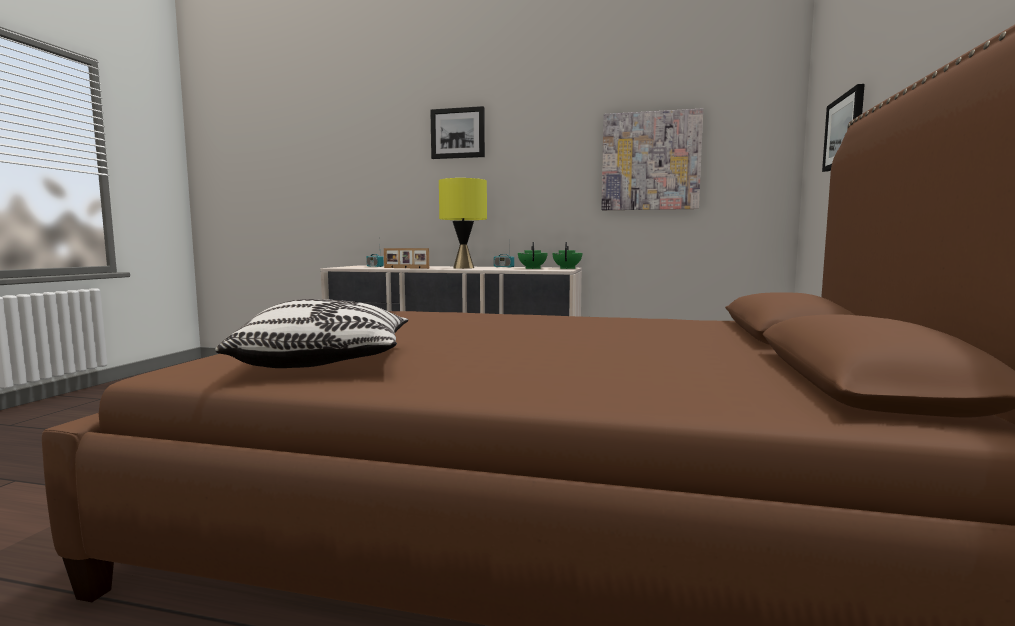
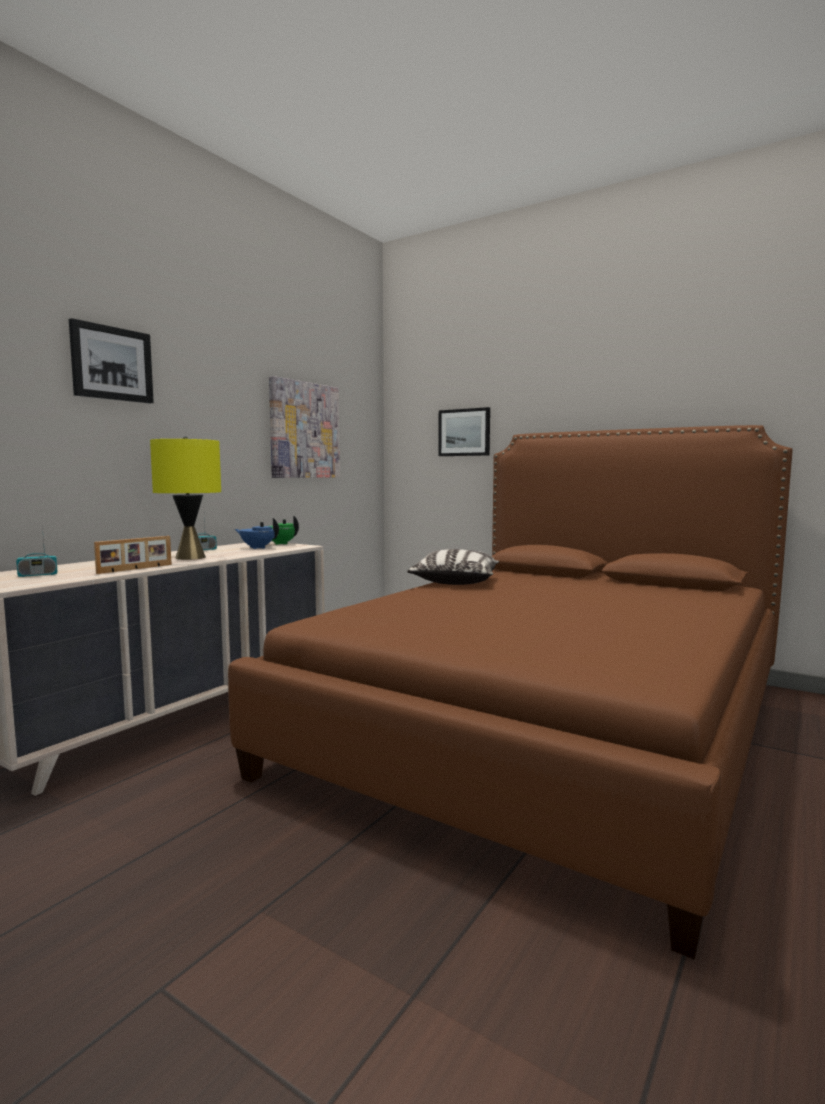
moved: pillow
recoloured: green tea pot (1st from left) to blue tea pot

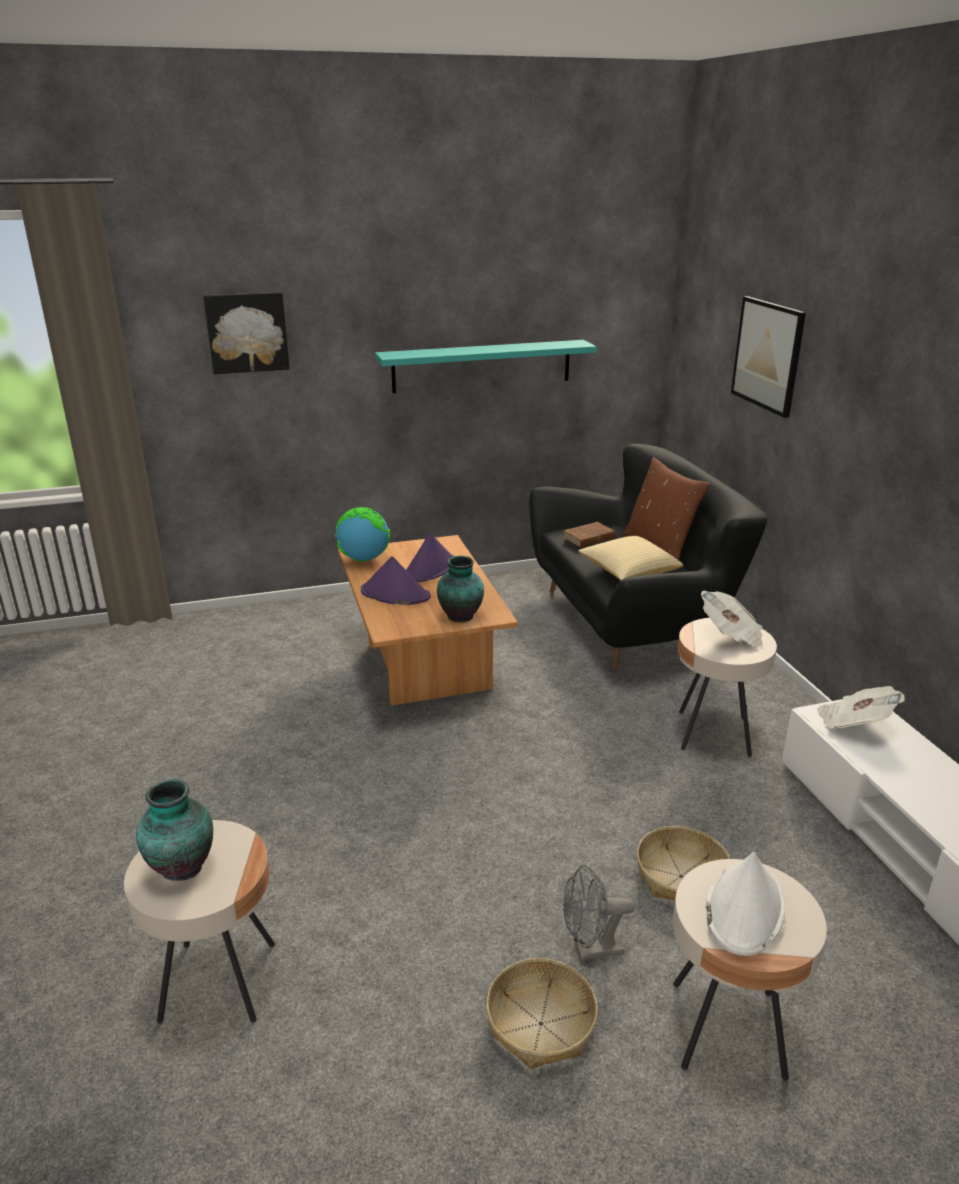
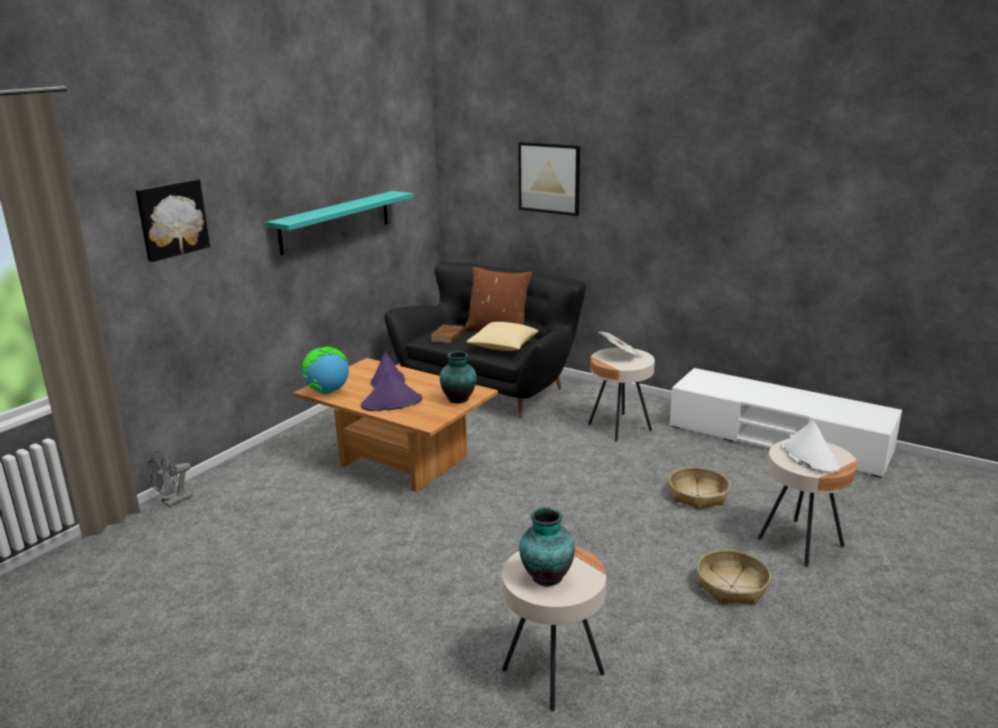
removed: printed paper (2nd from left)
moved: greyish electric fan

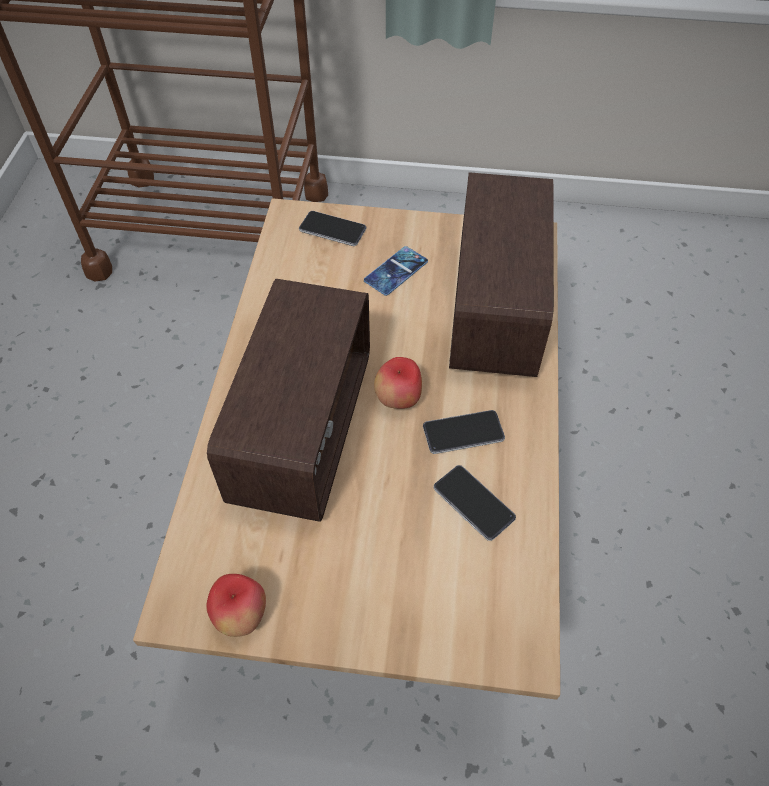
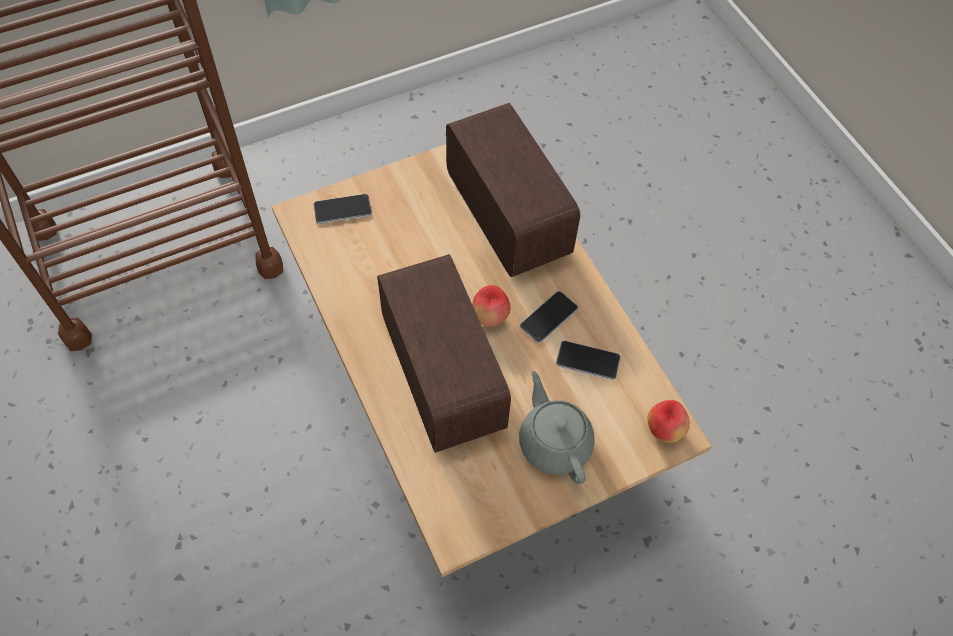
removed: handset (2nd from left)
added: greyish tea pot
moved: apple (1st from left in the first image) to apple (2nd from left)

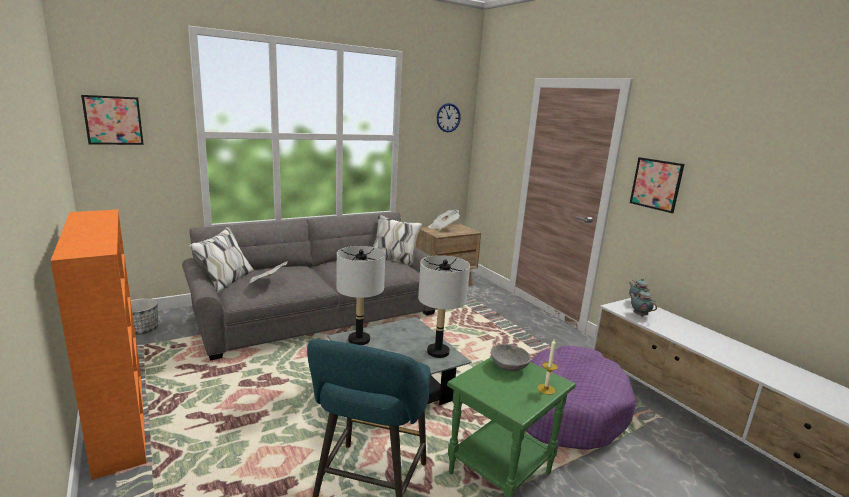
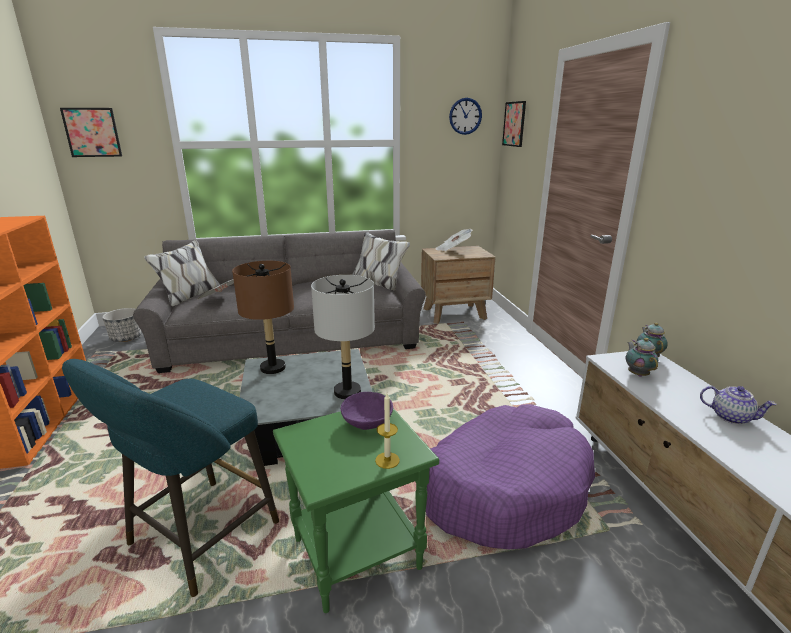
added: tea pot (3rd from left)
moved: wall picture (2nd from left)
recoloured: greyish table lamp (1st from left) to brownish table lamp; greyish deep dish to purple deep dish

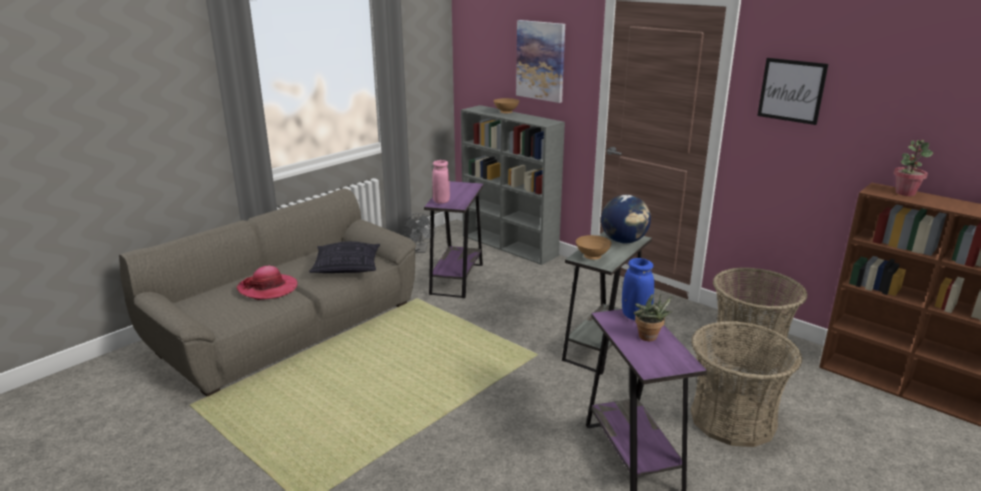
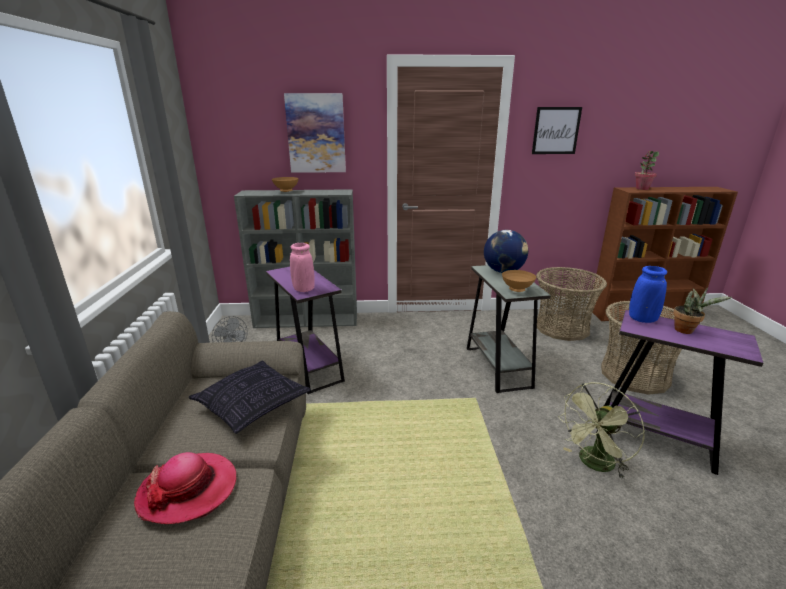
added: green electric fan

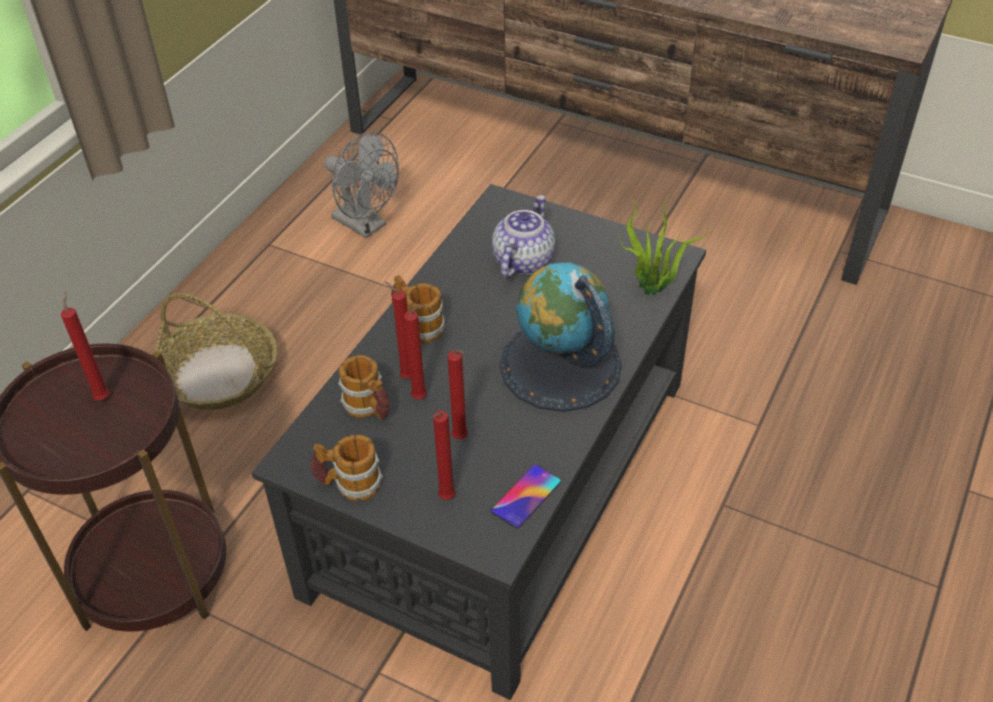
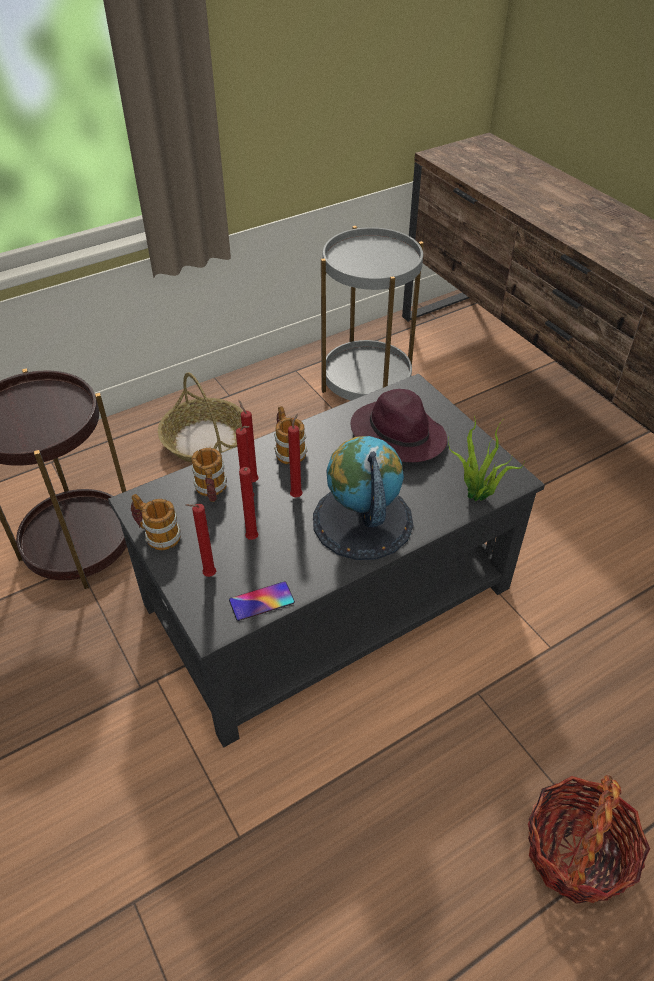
added: storage basket (2nd from left)
moved: red-coloured wax candle (1st from left in the first image) to red-coloured wax candle (5th from left)
replaced: greyish electric fan to greyish side table; tea pot to purple clothing hat

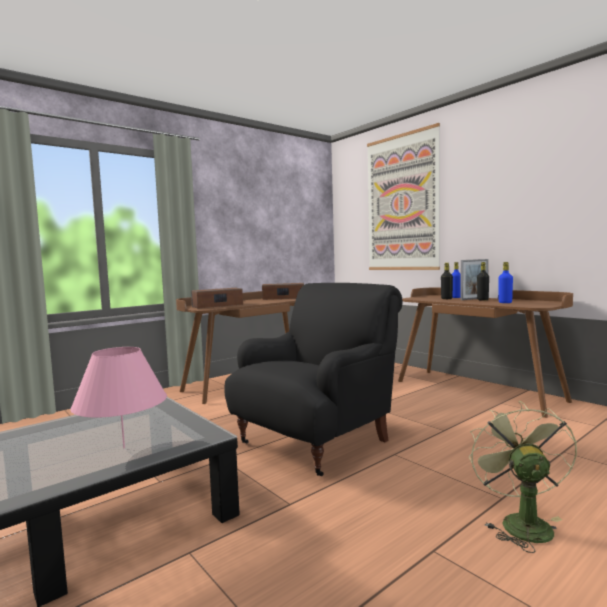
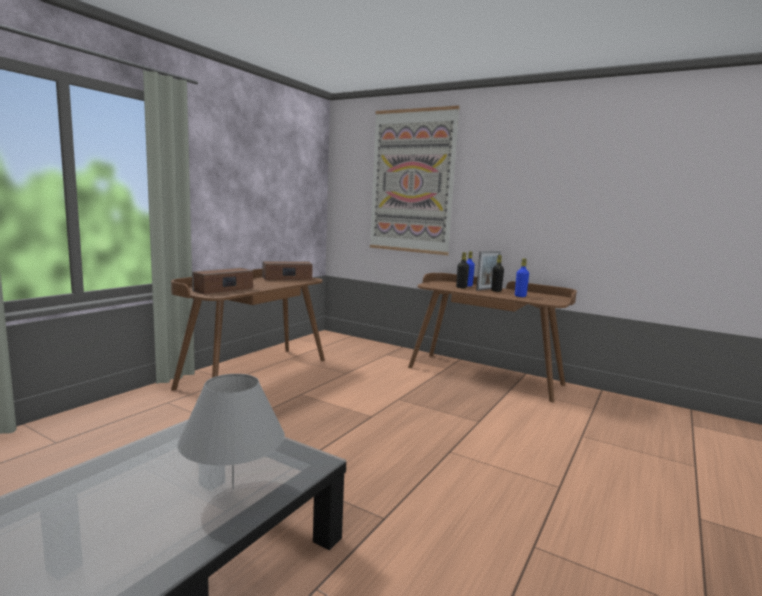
removed: black lounge chair; green electric fan
recoloured: pinkish table lamp to greyish table lamp

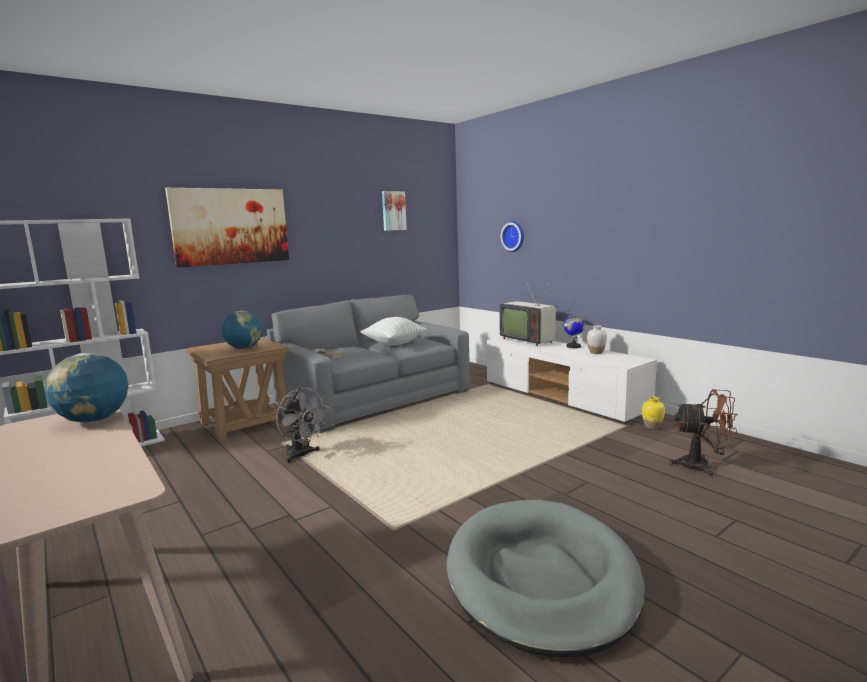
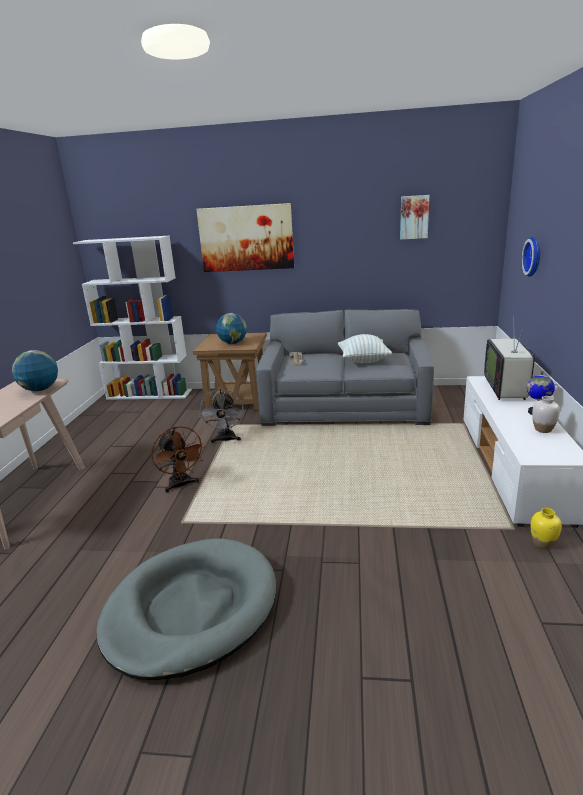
moved: brownish electric fan

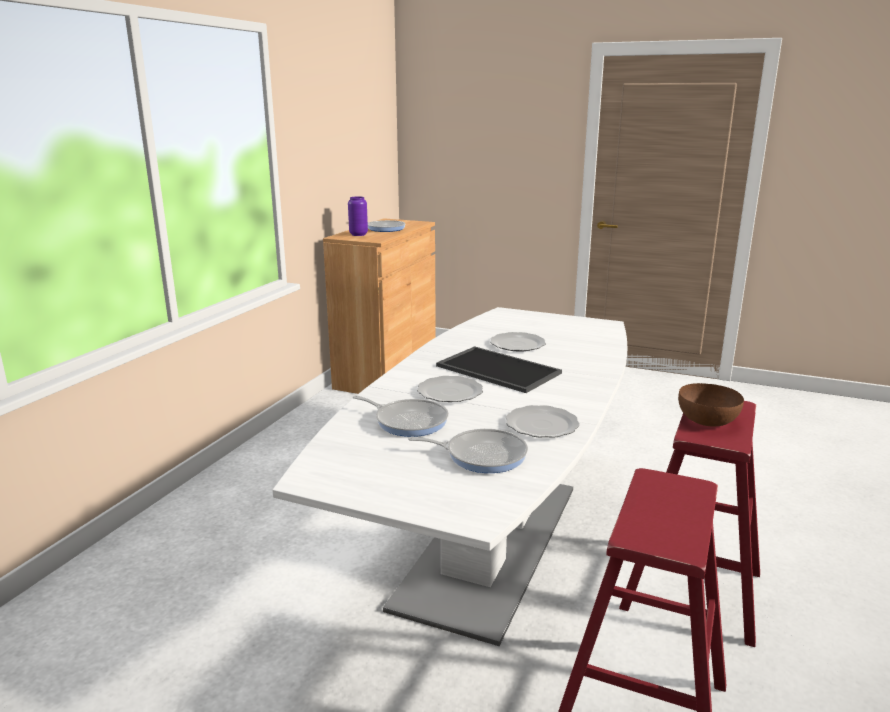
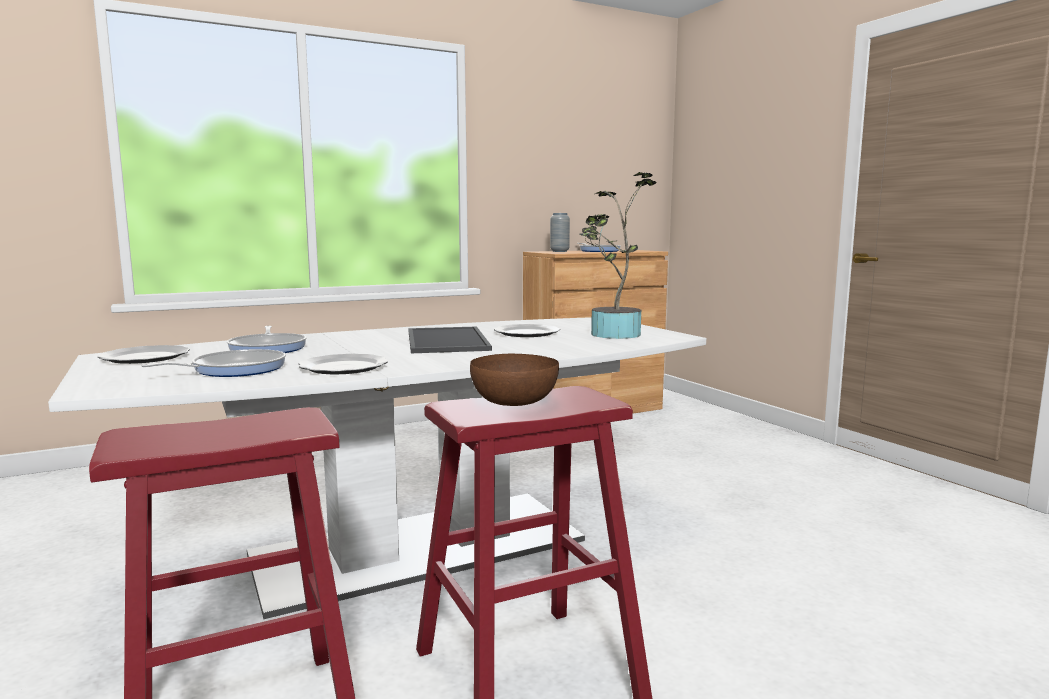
added: houseplant
moved: plate (1st from left)
recoloured: purple decorative vase to greyish decorative vase
turned: skillet (3rd from left in the first image) 90 degrees counterclockwise

